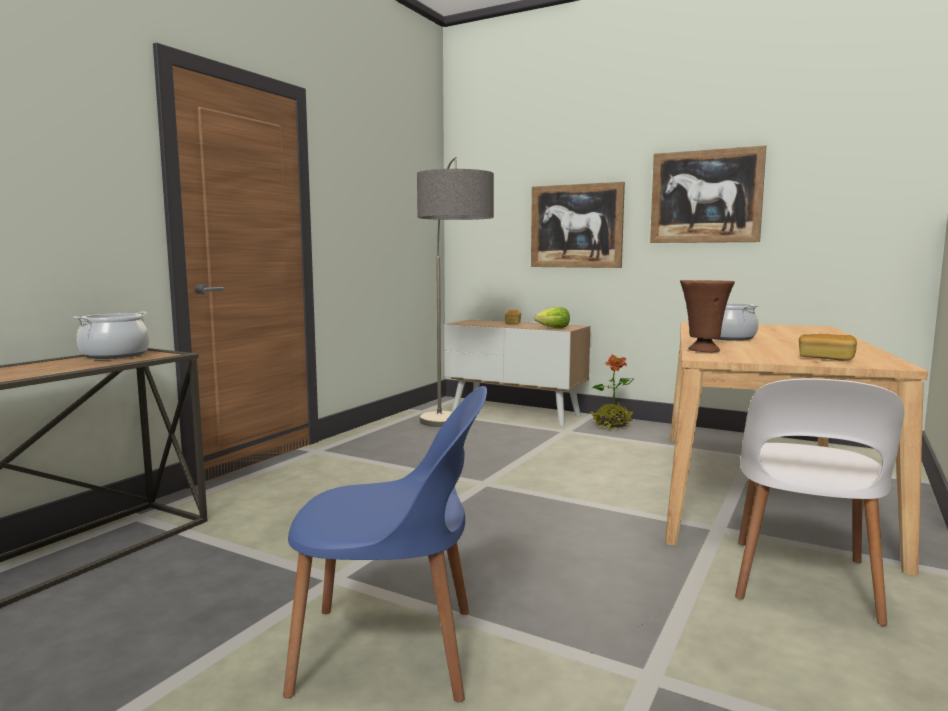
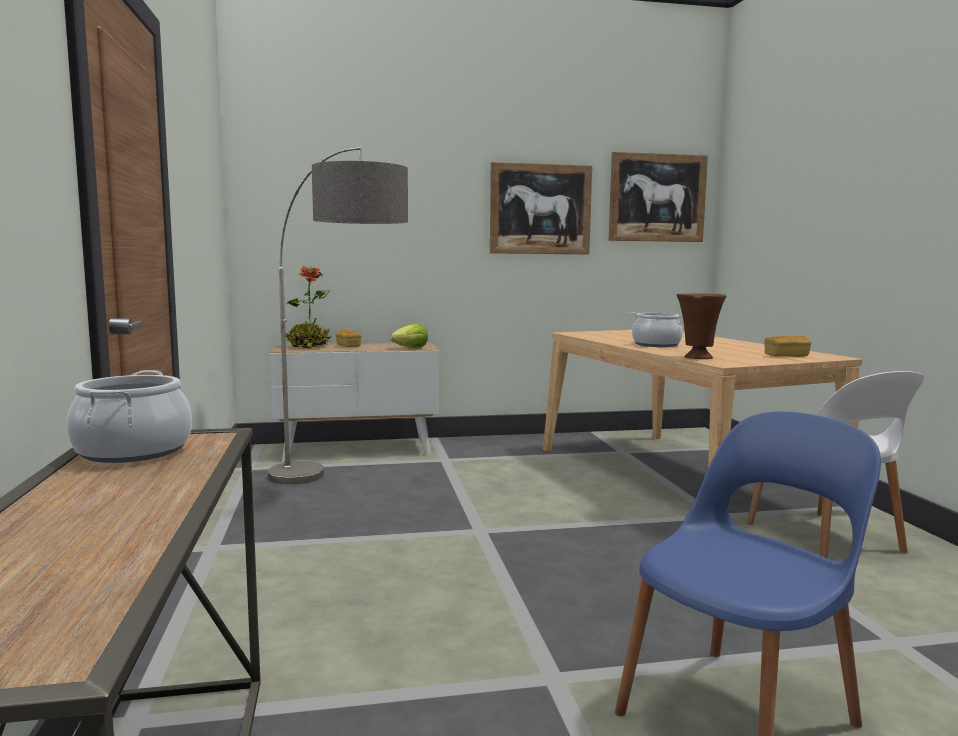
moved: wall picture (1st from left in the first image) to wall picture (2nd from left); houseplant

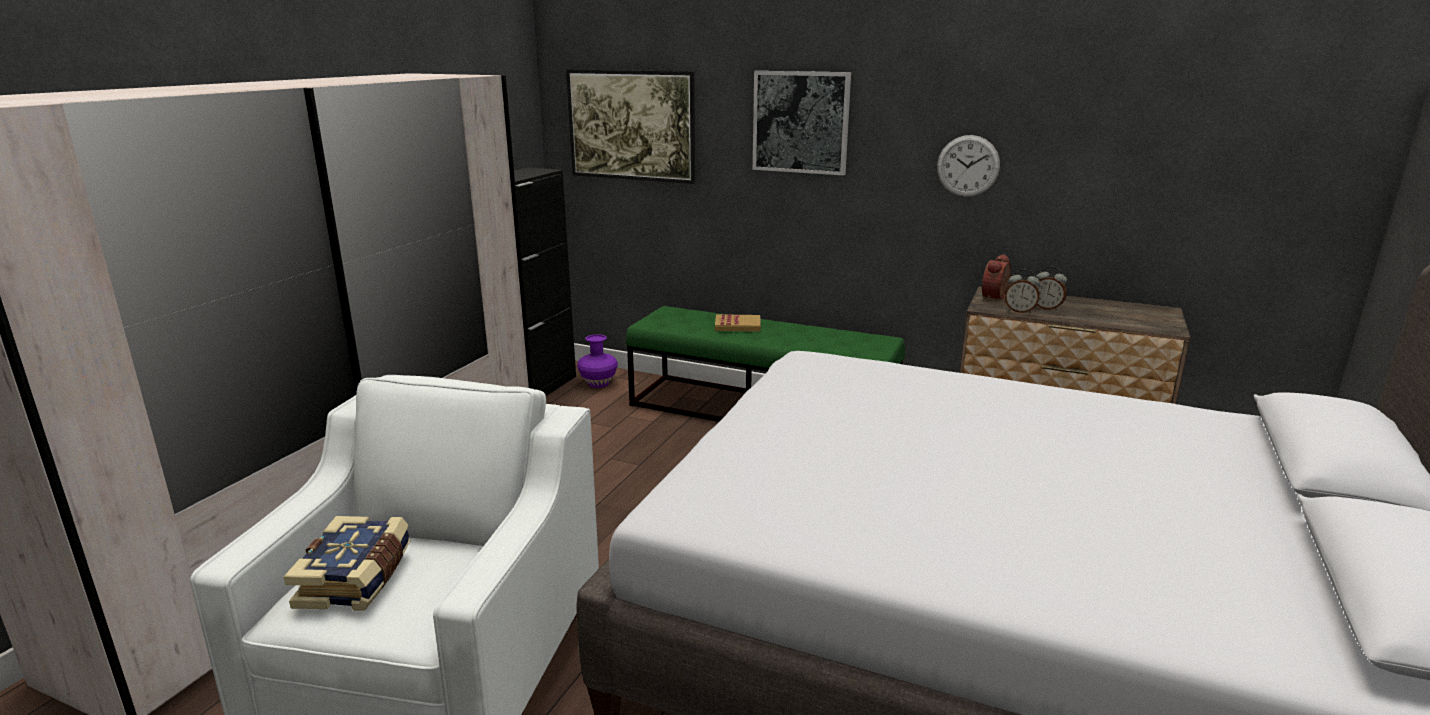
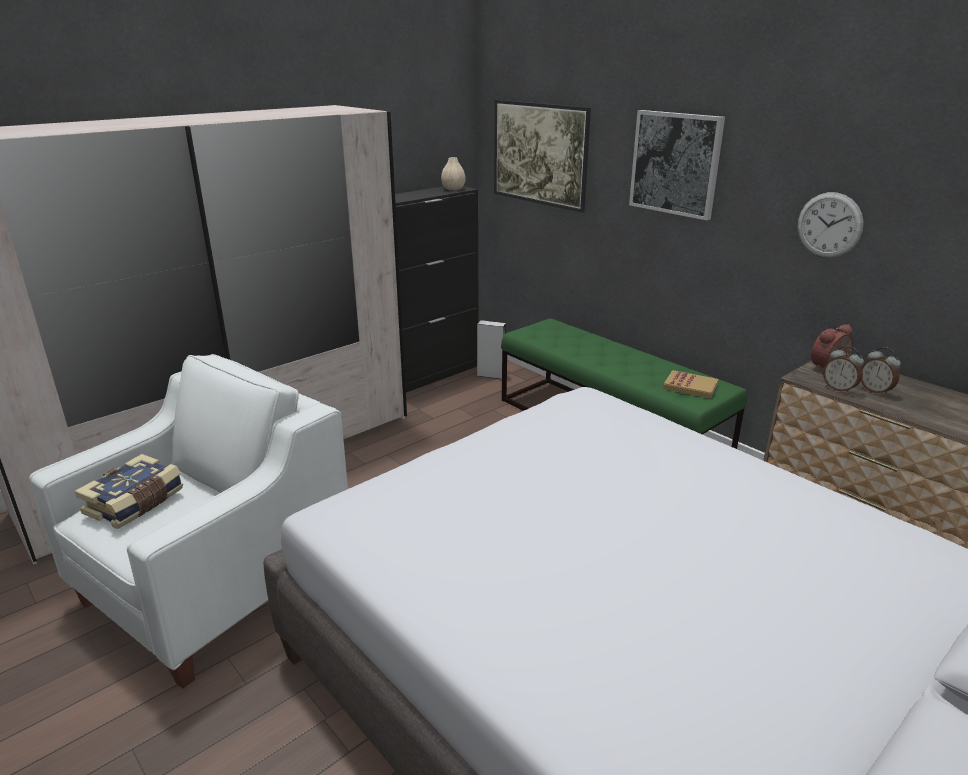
added: beige decorative vase
moved: bound book (2nd from left)
replaced: purple decorative vase to greyish speaker

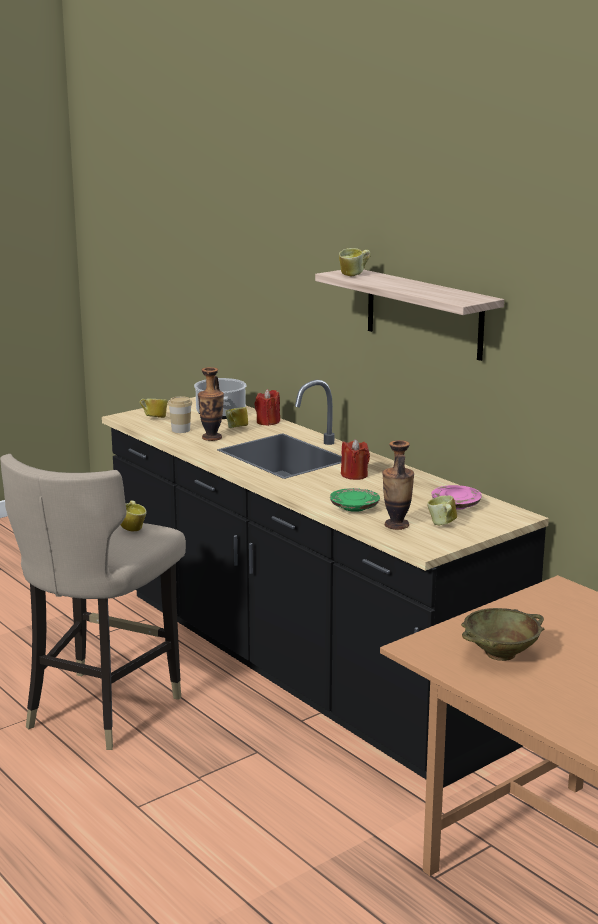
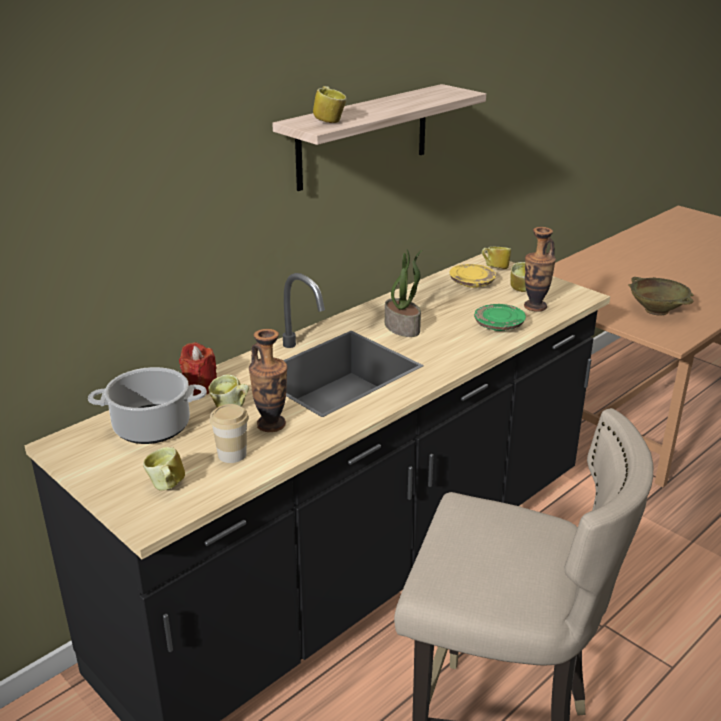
moved: coffee mug (1st from left in the first image) to coffee mug (4th from left)
replaced: red-coloured wax candle (2nd from left) to houseplant
recoloured: pinkish plate to yellowish plate

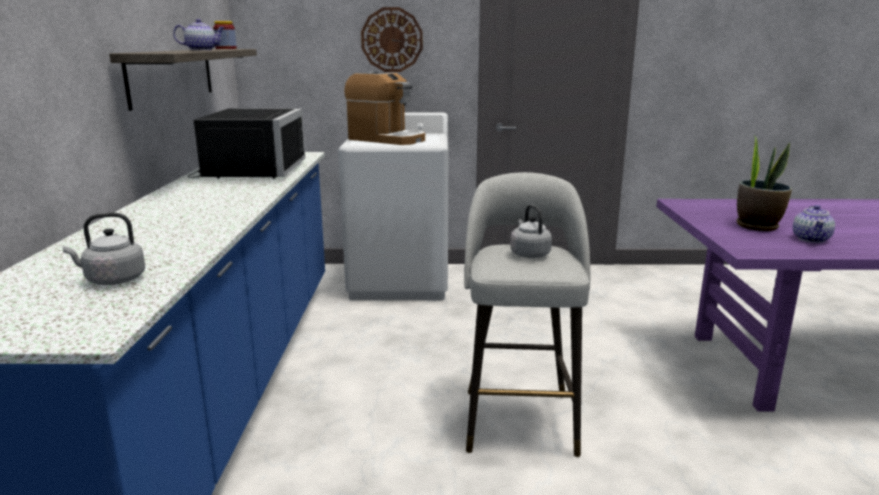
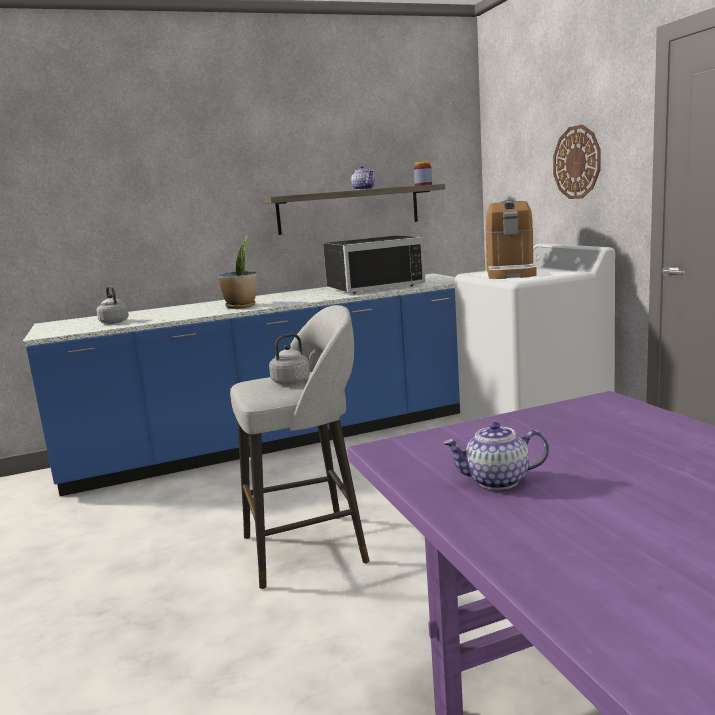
moved: houseplant

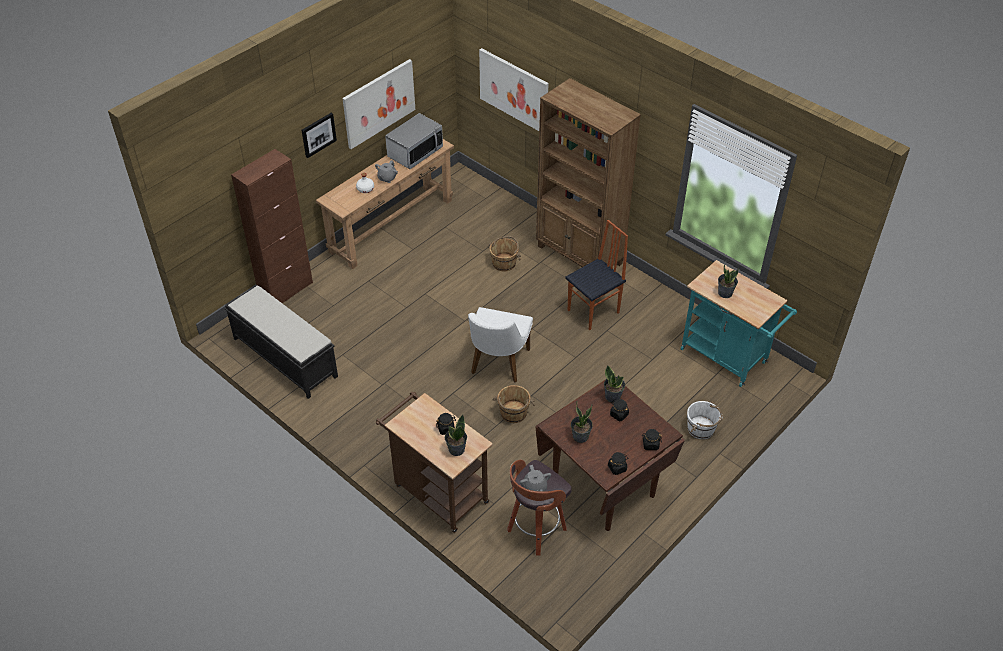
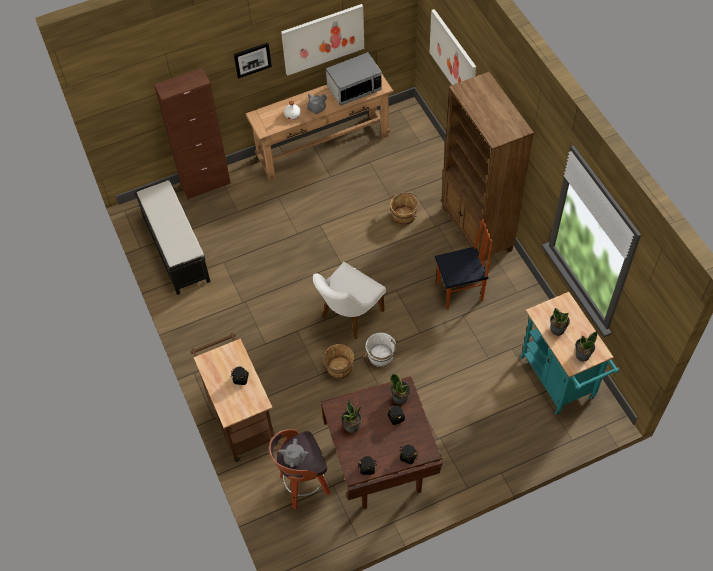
moved: houseplant (1st from left in the first image) to houseplant (4th from left); whitish bucket

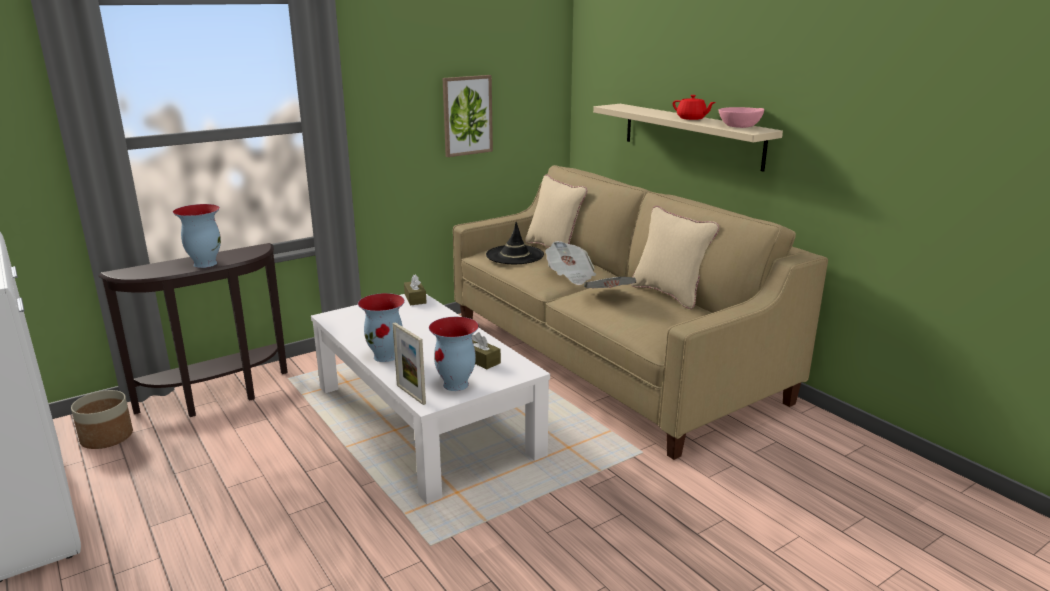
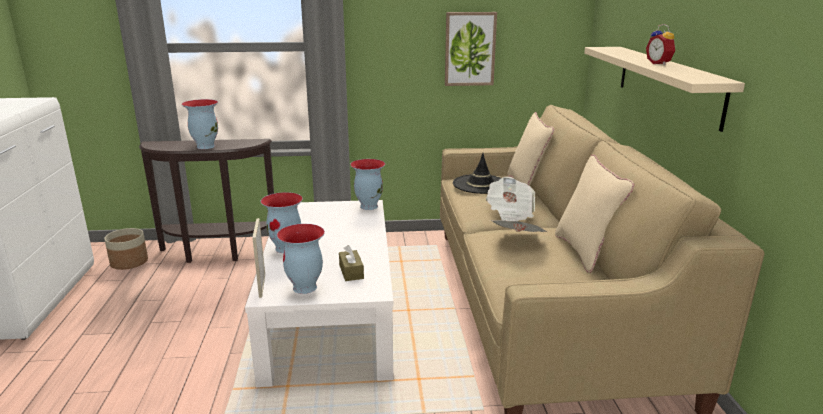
removed: pinkish deep dish
replaced: brownish tissue holder (1st from left) to decorative vase (4th from left); red-coloured tea pot to table clock

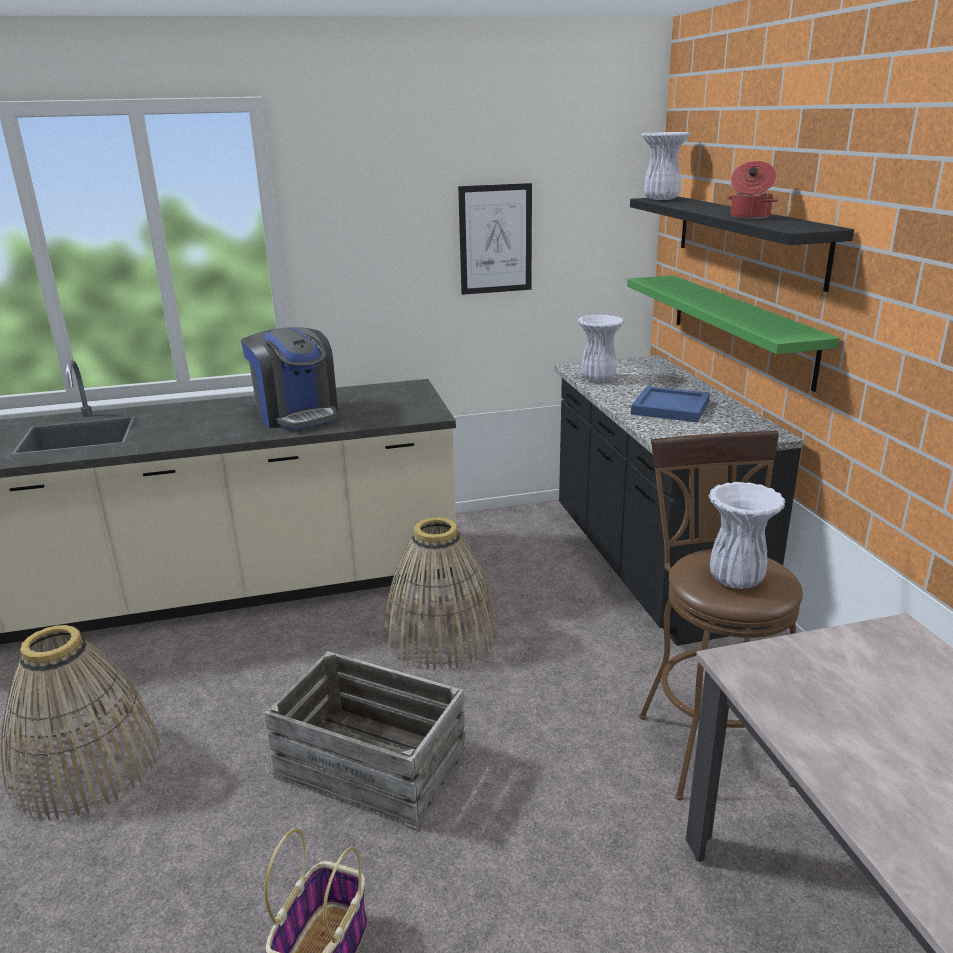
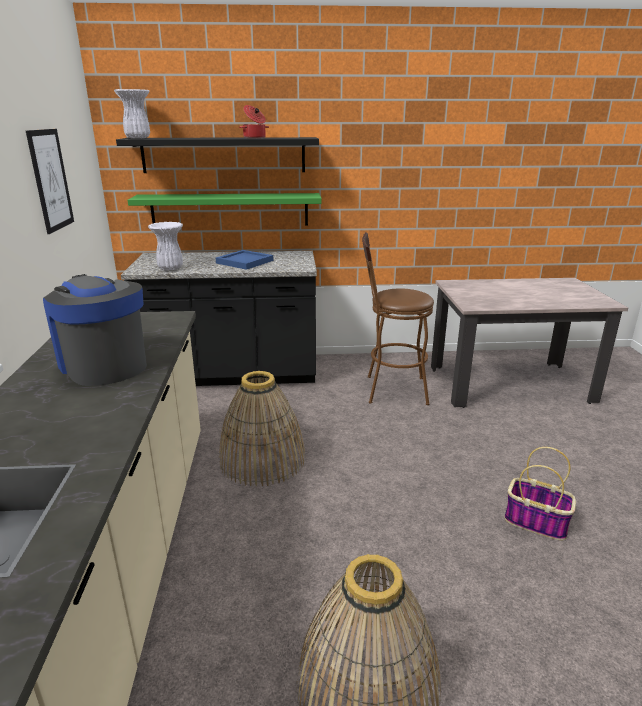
removed: packing crate; whitish decorative vase (3rd from left)
turned: coffee machine 105 degrees counterclockwise

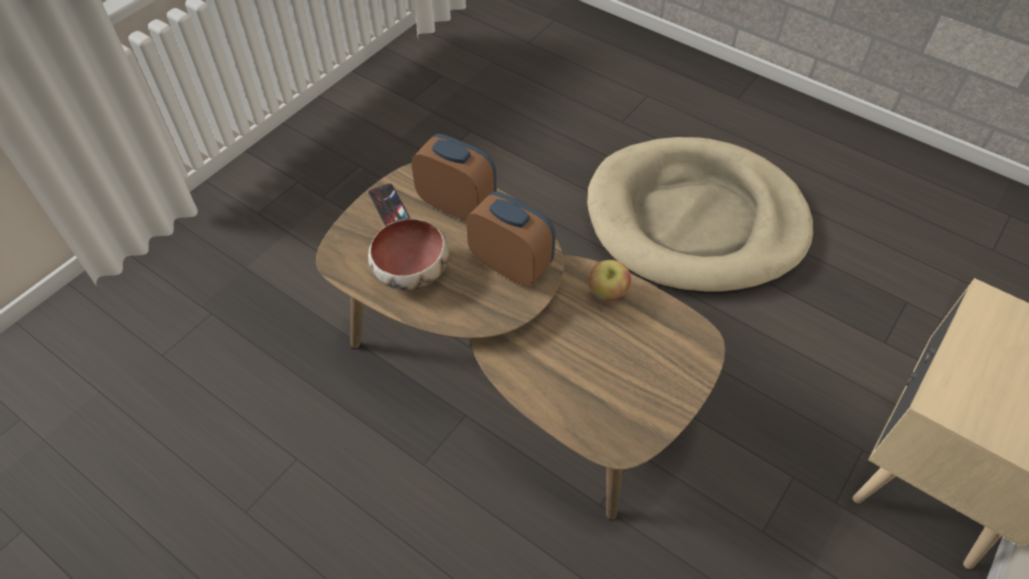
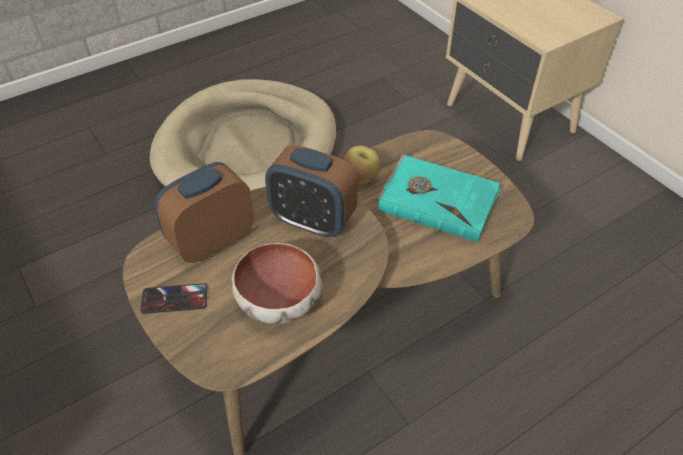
added: turquoise-coloured bound book
turned: table clock (2nd from left) 120 degrees counterclockwise

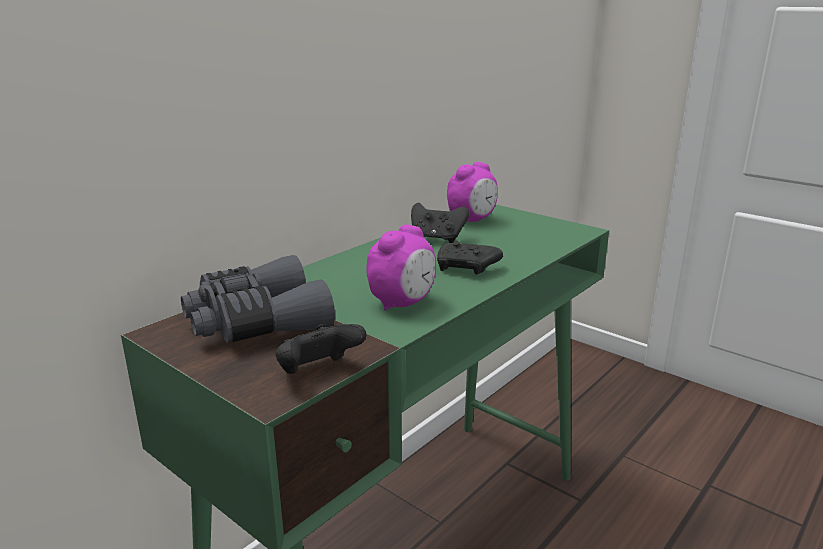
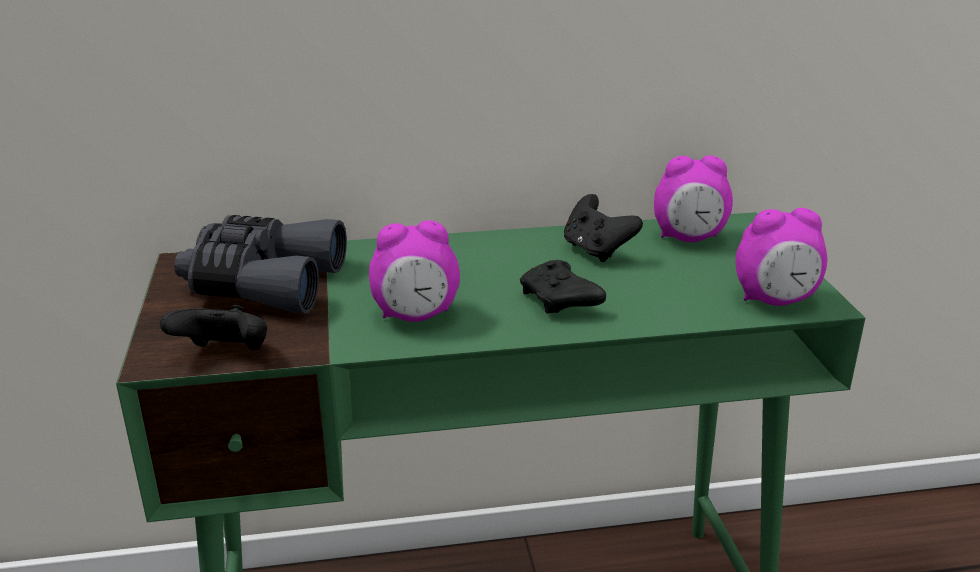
added: table clock (3rd from left)

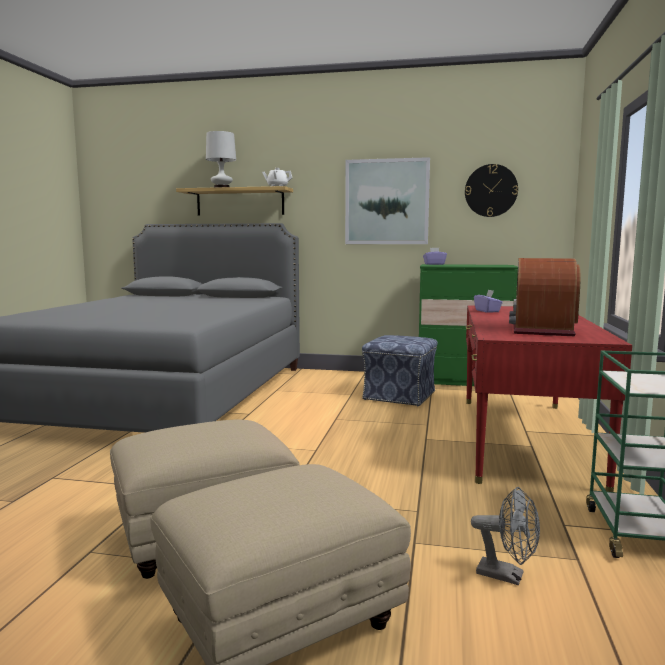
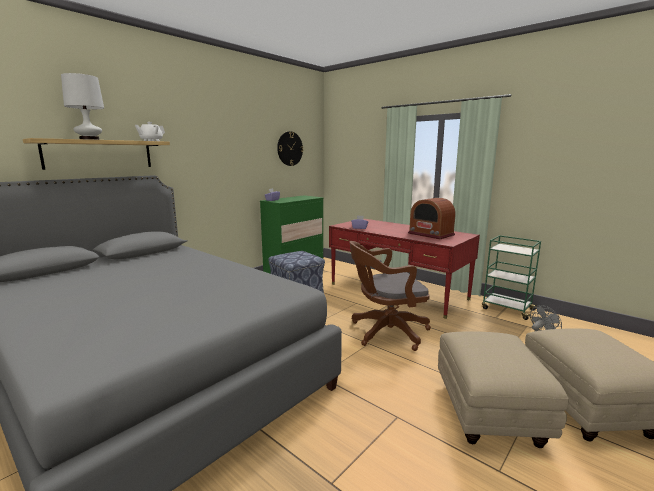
removed: wall picture
added: brownish computer chair

